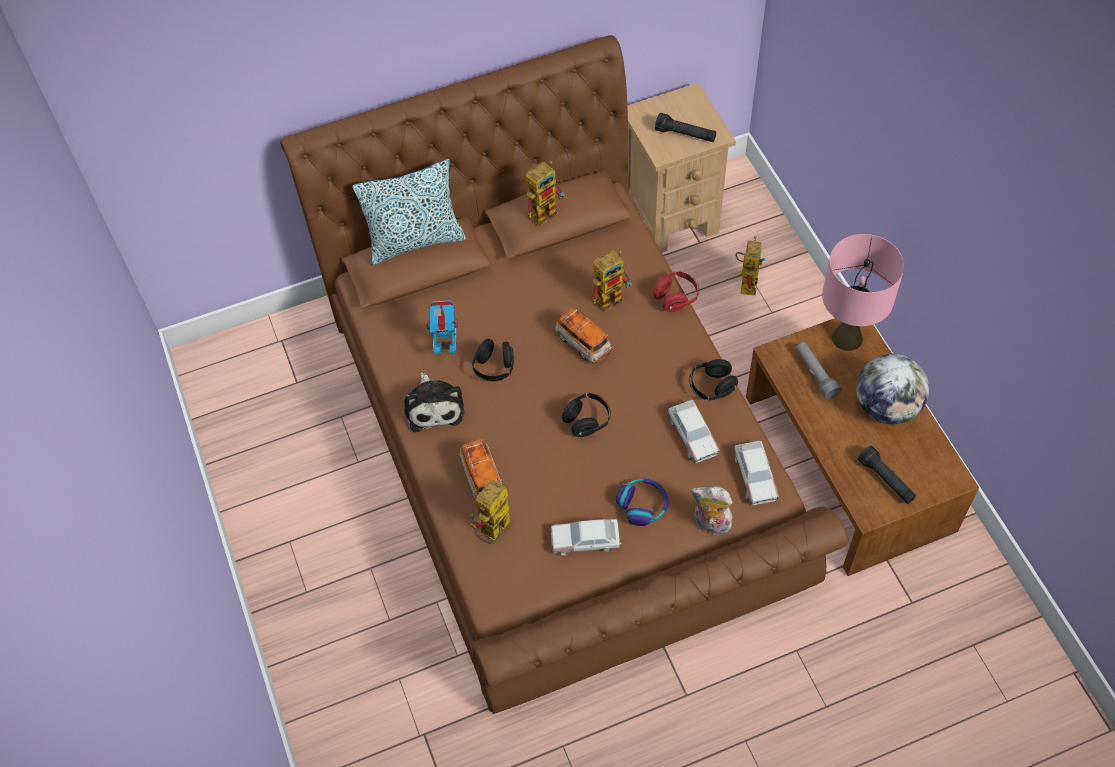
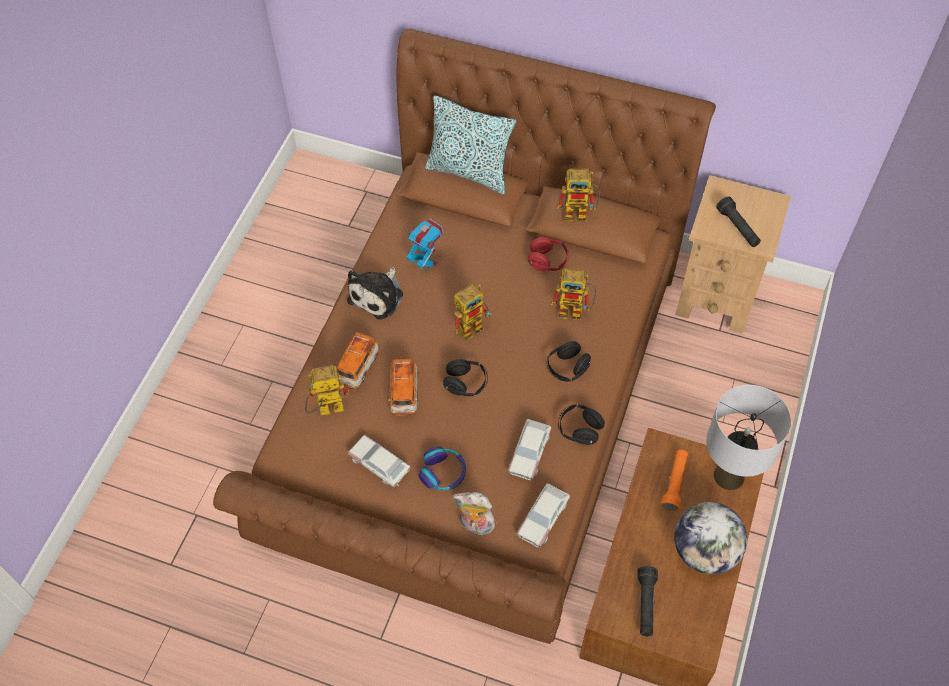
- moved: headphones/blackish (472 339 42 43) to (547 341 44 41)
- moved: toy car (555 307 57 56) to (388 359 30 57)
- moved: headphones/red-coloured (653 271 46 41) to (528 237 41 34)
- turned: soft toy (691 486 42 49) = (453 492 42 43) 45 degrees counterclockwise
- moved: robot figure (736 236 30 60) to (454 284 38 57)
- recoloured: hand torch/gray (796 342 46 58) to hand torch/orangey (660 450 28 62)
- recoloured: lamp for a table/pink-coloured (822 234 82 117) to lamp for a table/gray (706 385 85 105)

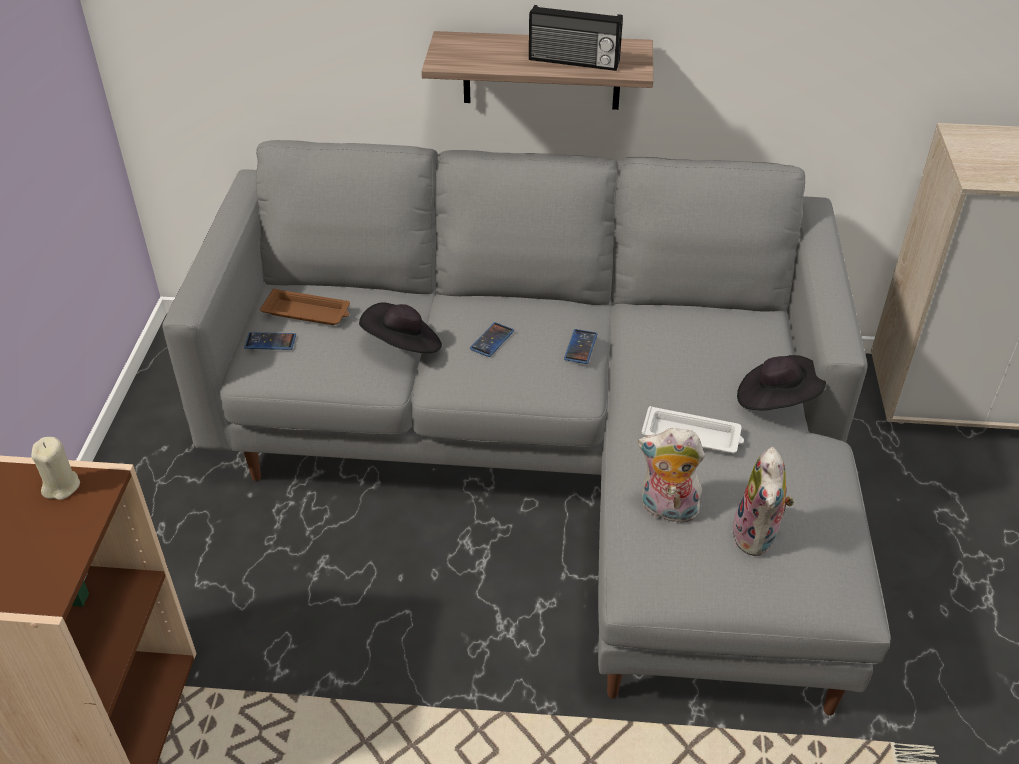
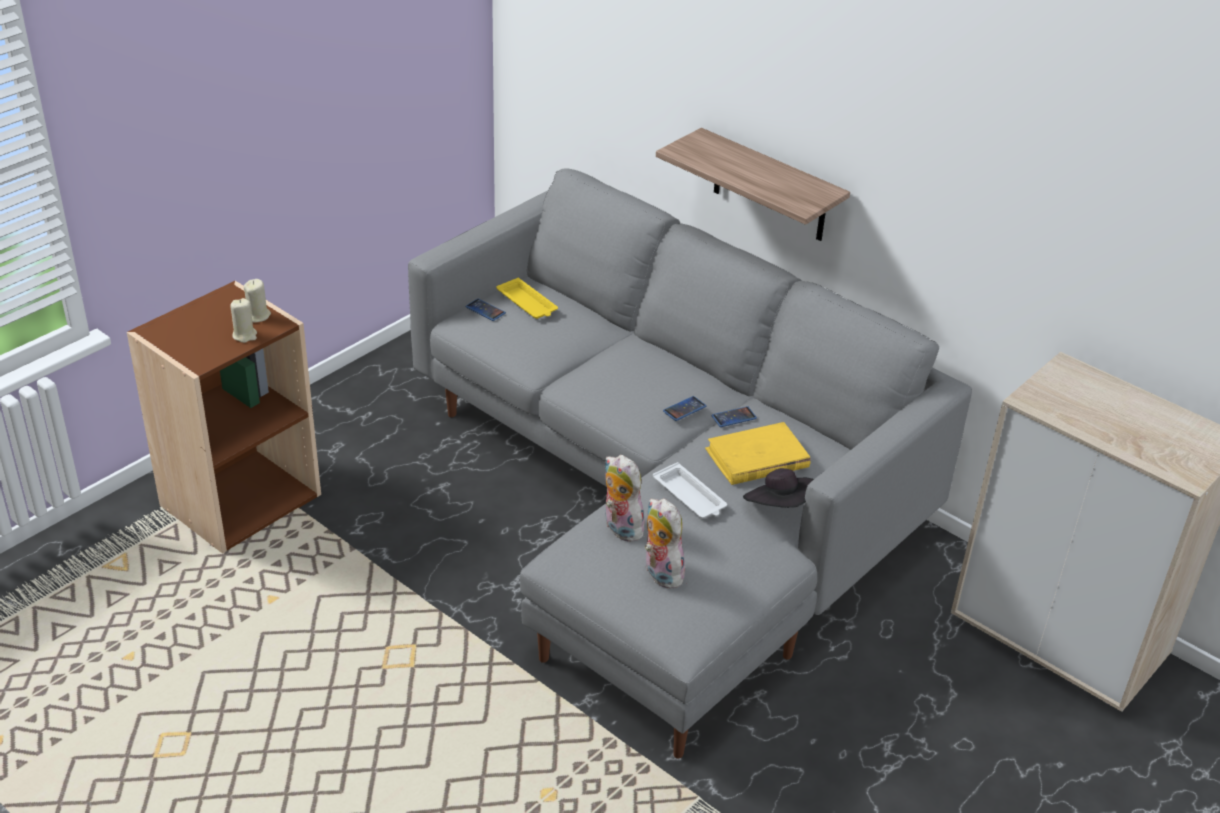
- recoloured: tray/brownish (260 288 90 37) to tray/yellow (496 278 62 41)
- removed: hat/blackish (359 302 83 51)
- moved: telephone (470 322 44 35) to (711 406 46 21)
- removed: radio (529 5 94 66)
- turned: soft toy (731 447 63 109) = (645 498 40 90) 105 degrees clockwise
- added: wax candle/beige (230 298 27 45)
- added: bound book/yellow (705 422 106 63)

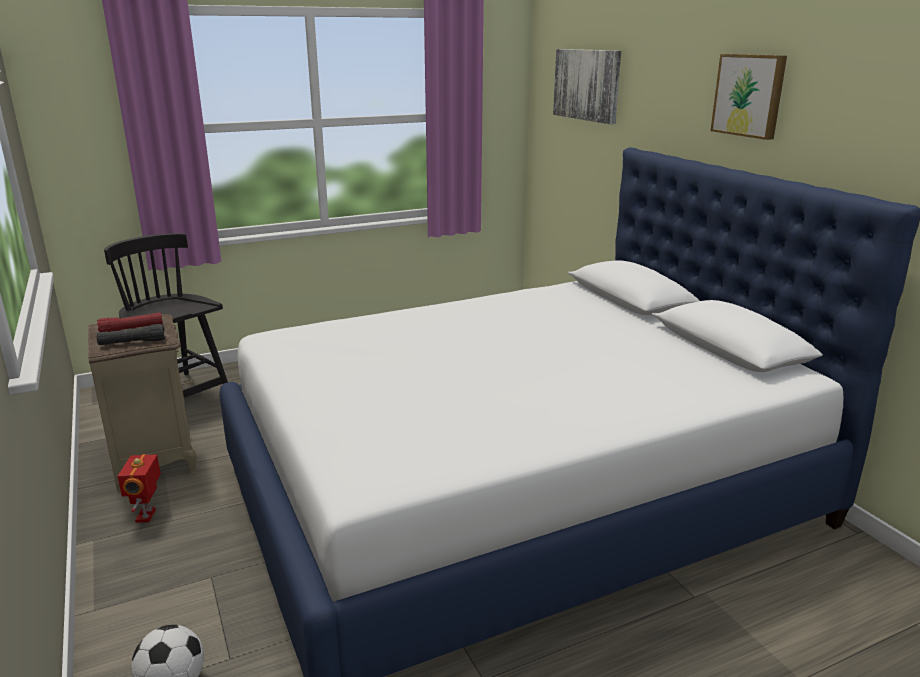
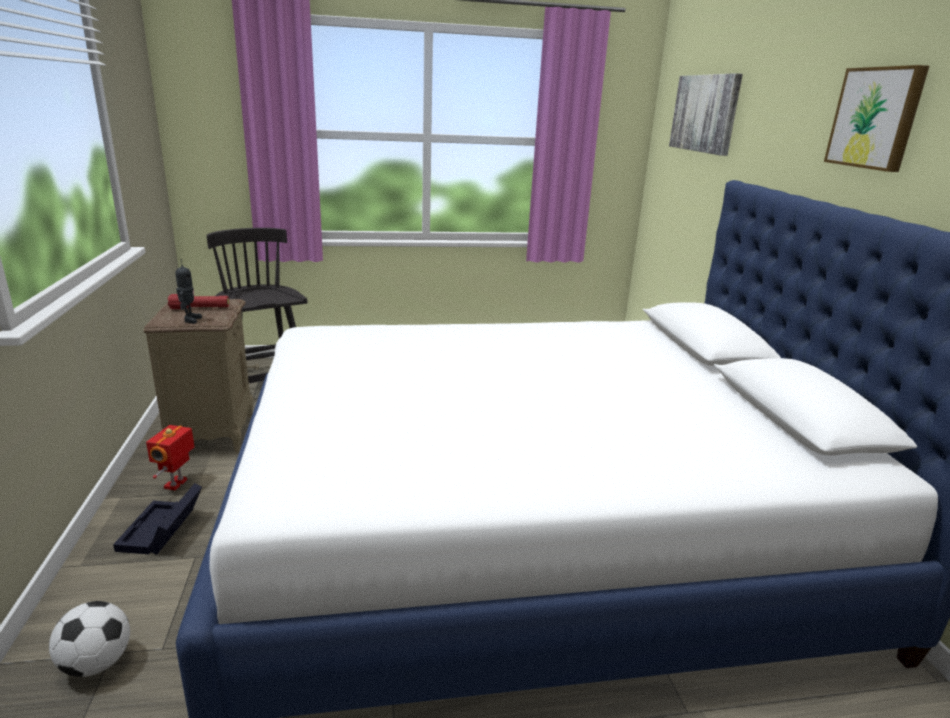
- replaced: hand torch/blackish (96 324 69 21) to robot figure (176 259 26 65)
- added: storage box/blackish (113 483 89 72)

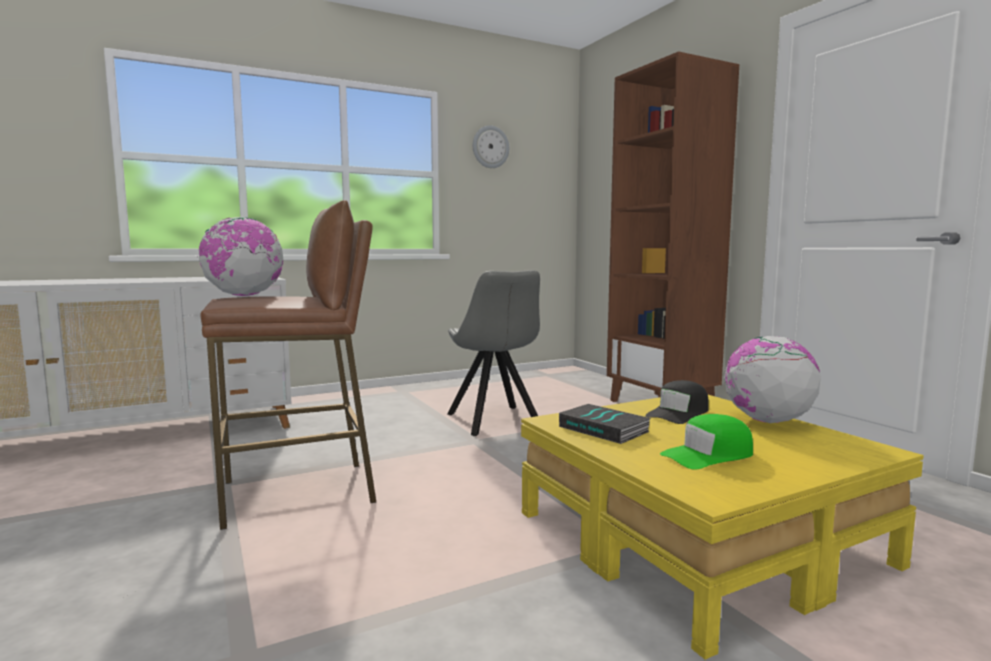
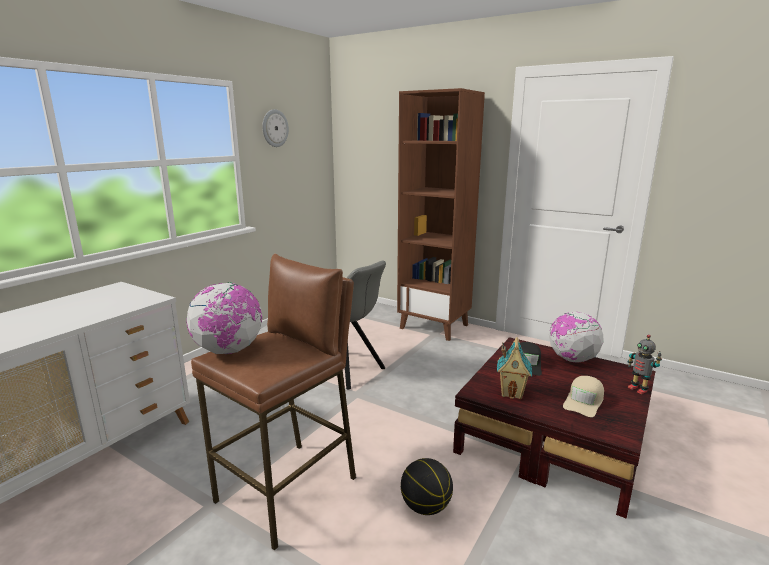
- recoloured: coffee table/yellow (521 395 403 265) to coffee table/brownish (453 337 203 182)
- replaced: bound book (559 404 92 40) to miniature house (497 337 35 62)
- recoloured: cap/greenish (660 414 93 56) to cap/beige (563 376 41 41)
- added: basketball ball (401 458 52 57)
- added: robot figure (627 335 35 60)

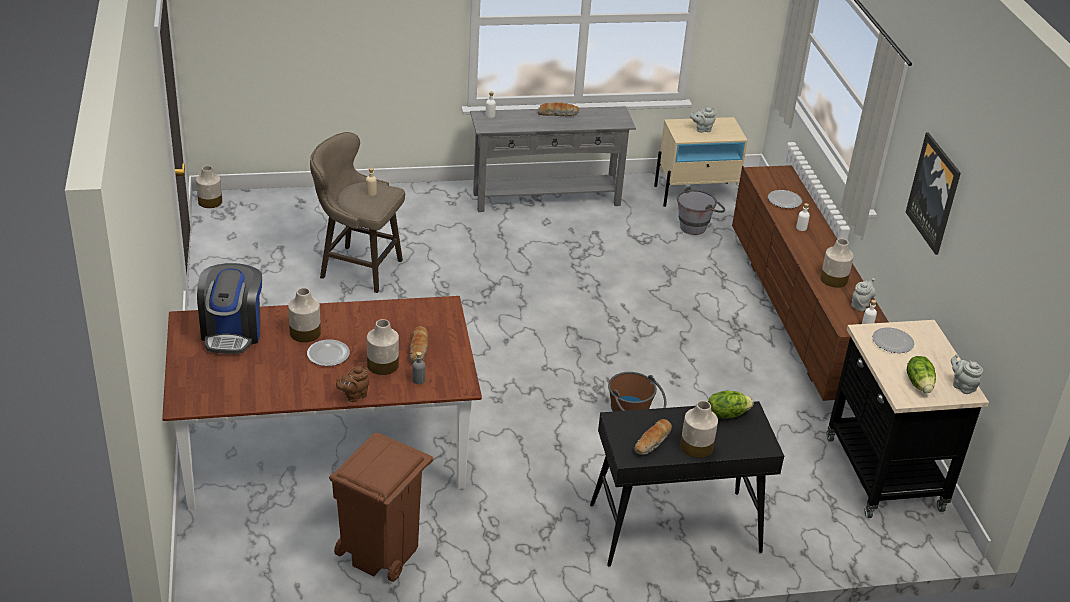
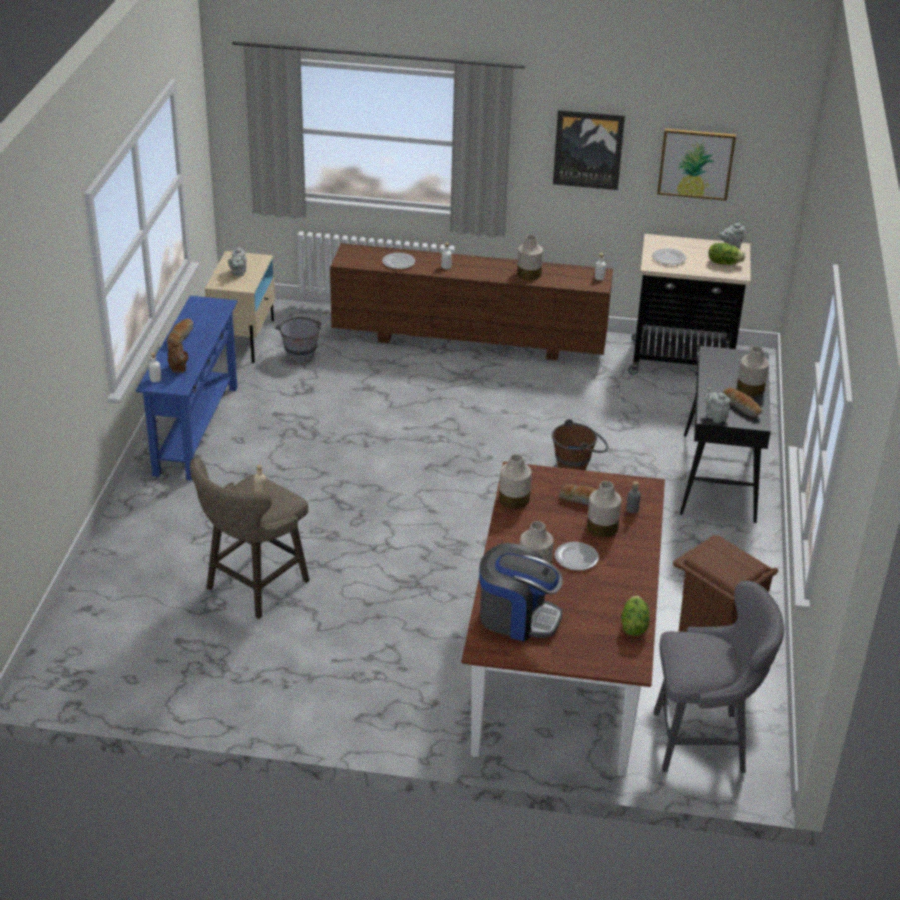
- moved: flower vase/beige (196 166 26 42) to (499 454 33 55)
- moved: teapot/brownish (336 365 33 37) to (168 340 20 33)
- recoloured: narrow table/gray (470 106 166 106) to narrow table/bluish (136 296 102 184)
- moved: lettuce (708 391 45 27) to (622 596 27 40)
- moved: teapot/gray (851 278 25 33) to (704 388 26 35)
- added: sitting stool/gray (654 581 130 192)
- added: wall art (657 129 79 72)

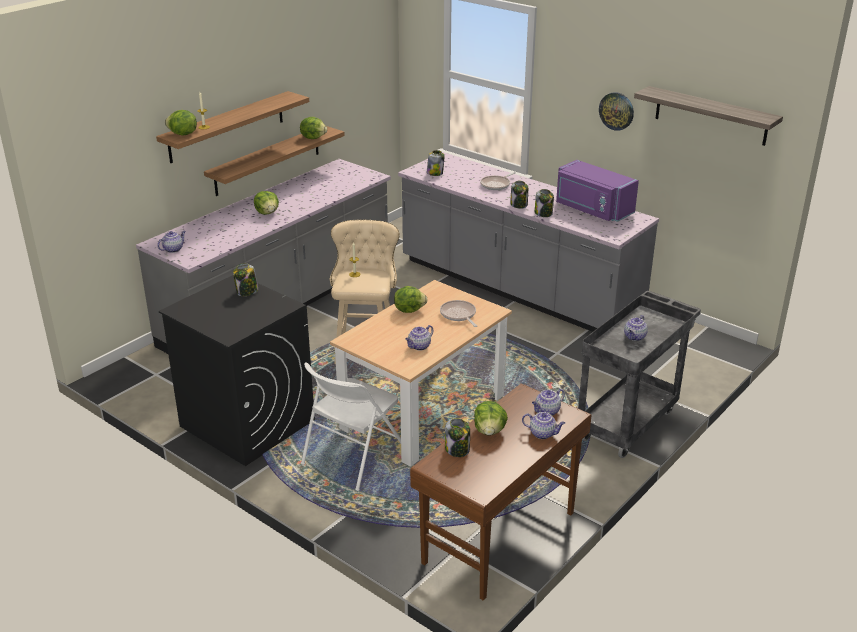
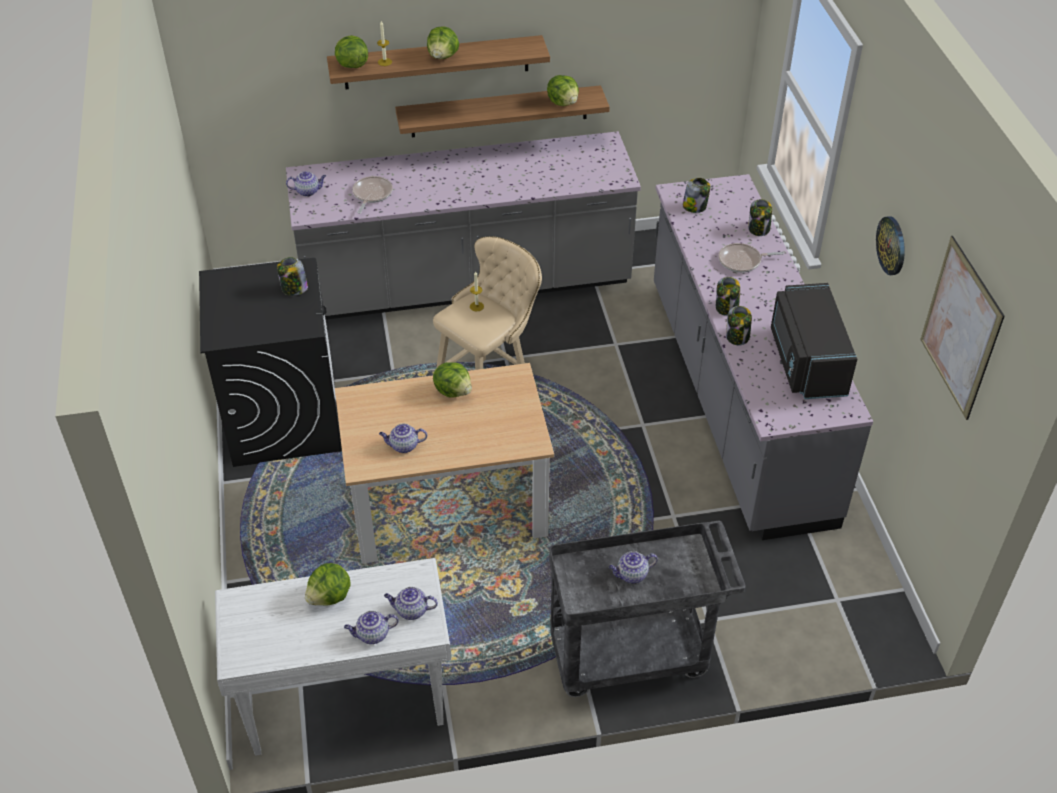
- moved: lettuce (254 191 25 24) to (427 26 32 33)
- removed: upright chair/whitish (301 362 100 129)
- recoloured: narrow table/brownish (410 383 182 218) to narrow table/whitish (215 558 236 198)
- moved: skillet (440 300 37 27) to (352 176 41 38)
- moved: preserve jar (445 418 25 39) to (748 199 24 37)
- turned: teapot (522 412 43 27) = (344 611 55 33) 105 degrees clockwise
- recoloured: microwave oven/purplish (556 160 83 62) to microwave oven/blackish (771 283 86 116)
- replaced: shelf (634 86 149 60) to wall art (920 236 85 184)

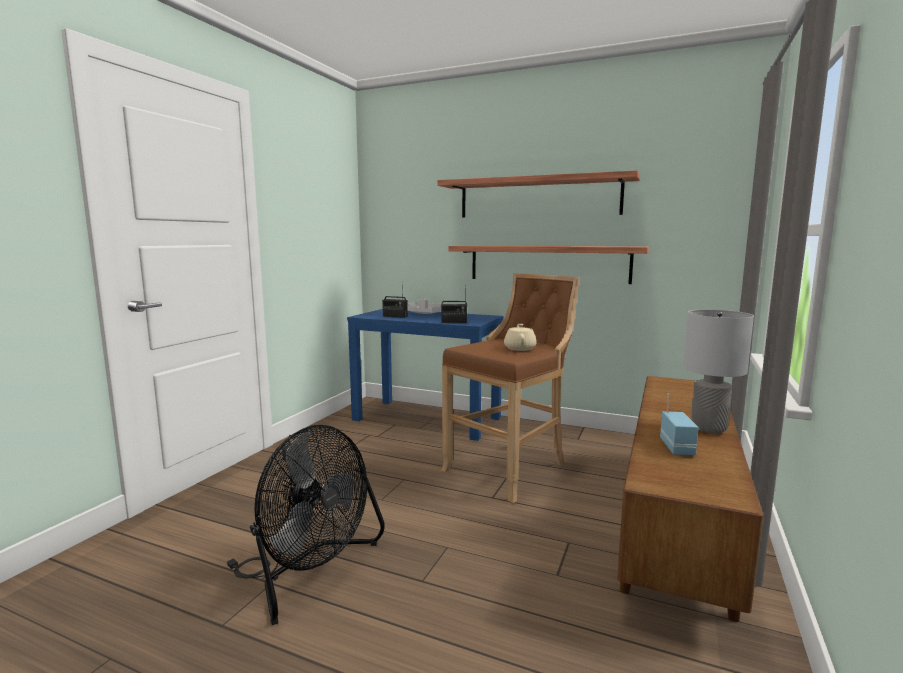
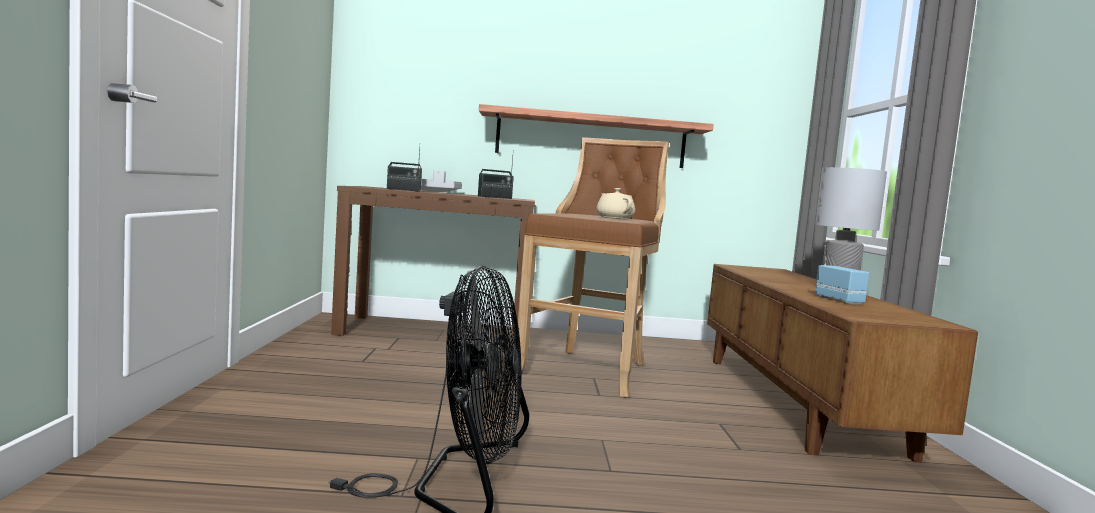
- recoloured: narrow table/bluish (347 309 156 132) to narrow table/brownish (331 186 204 159)
- removed: shelf (437 170 203 47)

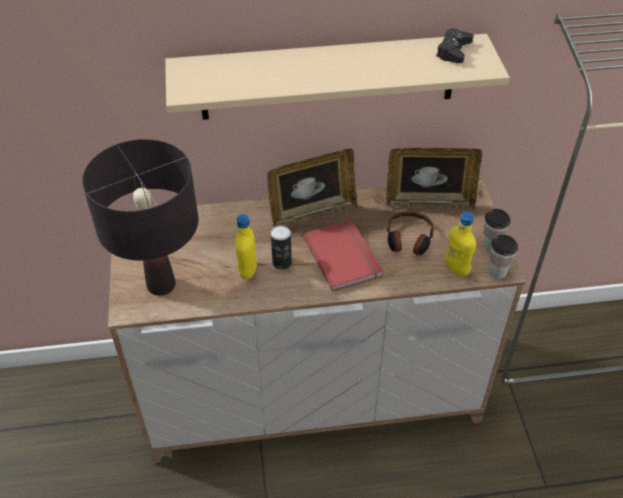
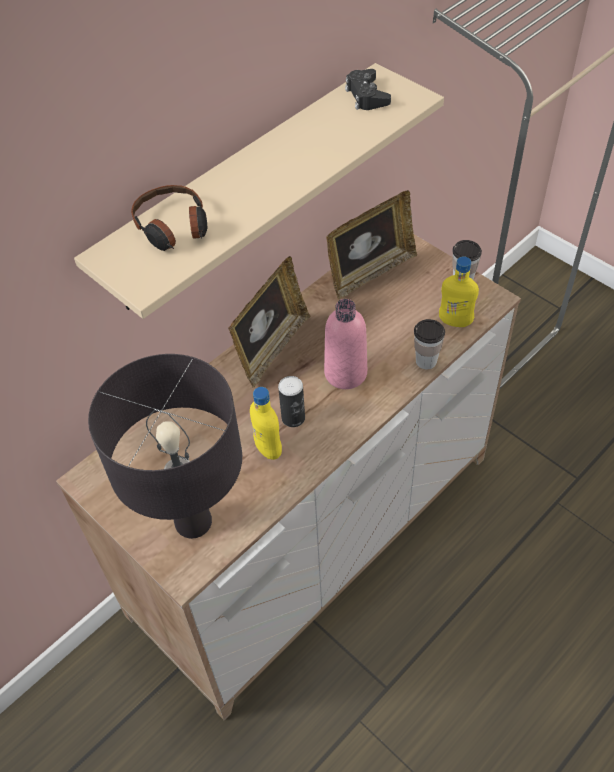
- replaced: bound book/red-coloured (303 219 80 72) to bottle/pink-coloured (324 299 43 90)
- moved: headphones (387 211 47 45) to (131 185 77 66)
- moved: drinking cup (489 235 29 44) to (414 319 31 51)

